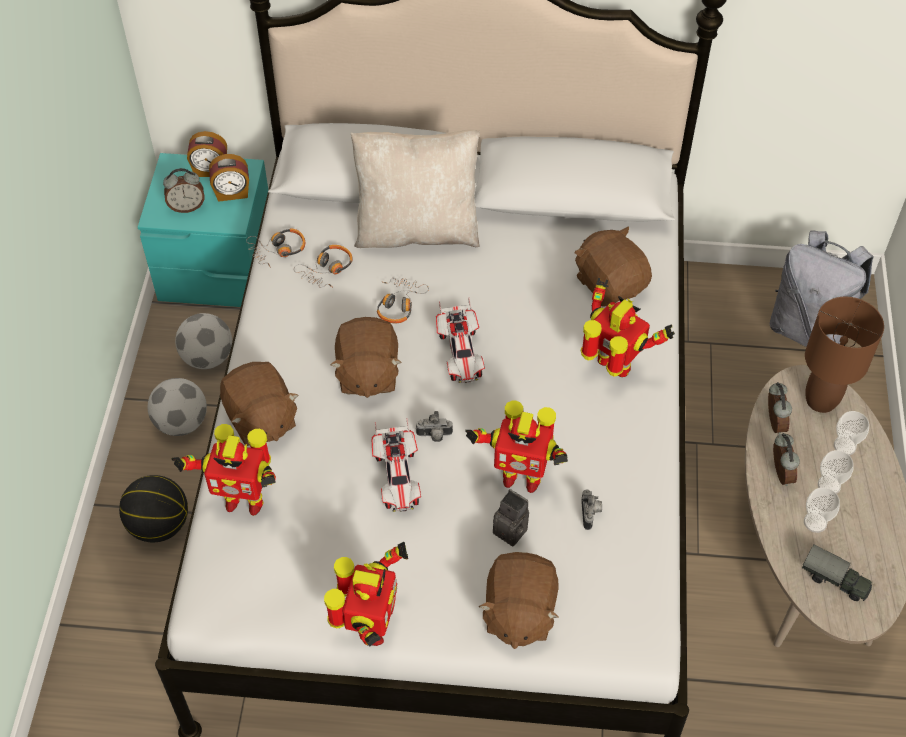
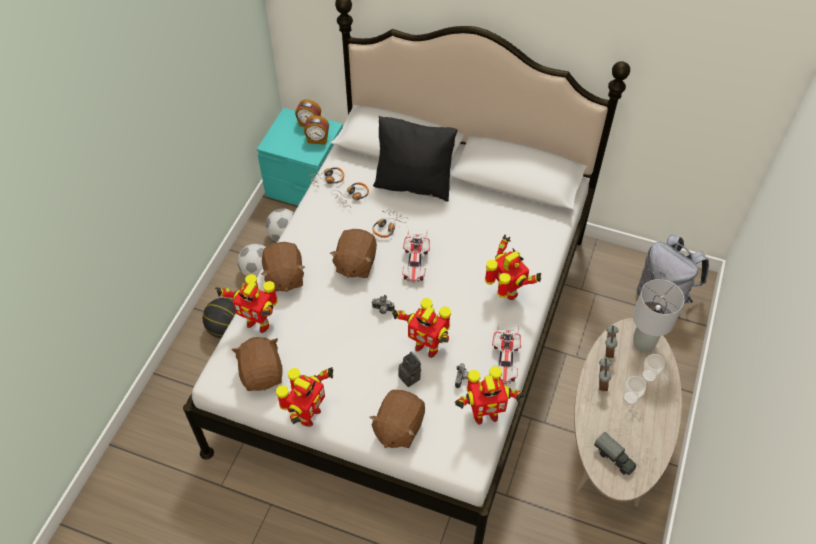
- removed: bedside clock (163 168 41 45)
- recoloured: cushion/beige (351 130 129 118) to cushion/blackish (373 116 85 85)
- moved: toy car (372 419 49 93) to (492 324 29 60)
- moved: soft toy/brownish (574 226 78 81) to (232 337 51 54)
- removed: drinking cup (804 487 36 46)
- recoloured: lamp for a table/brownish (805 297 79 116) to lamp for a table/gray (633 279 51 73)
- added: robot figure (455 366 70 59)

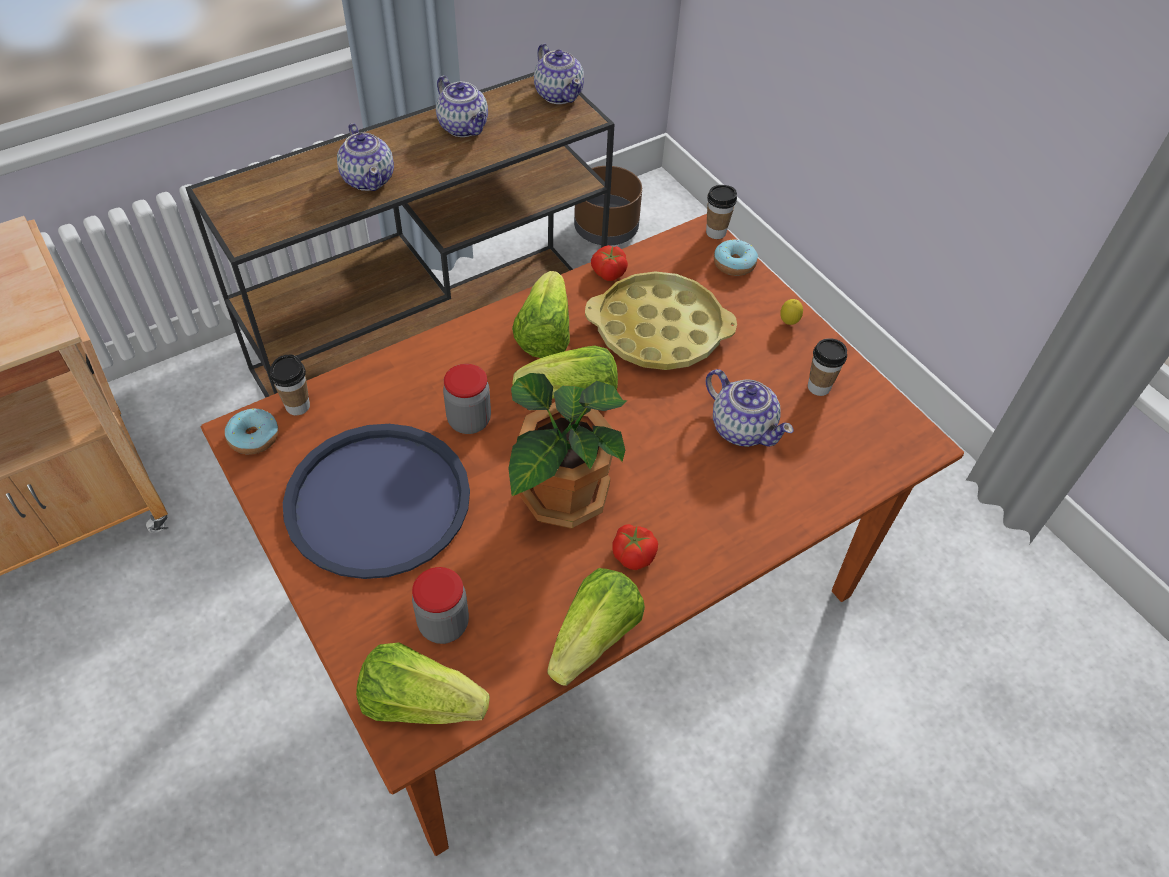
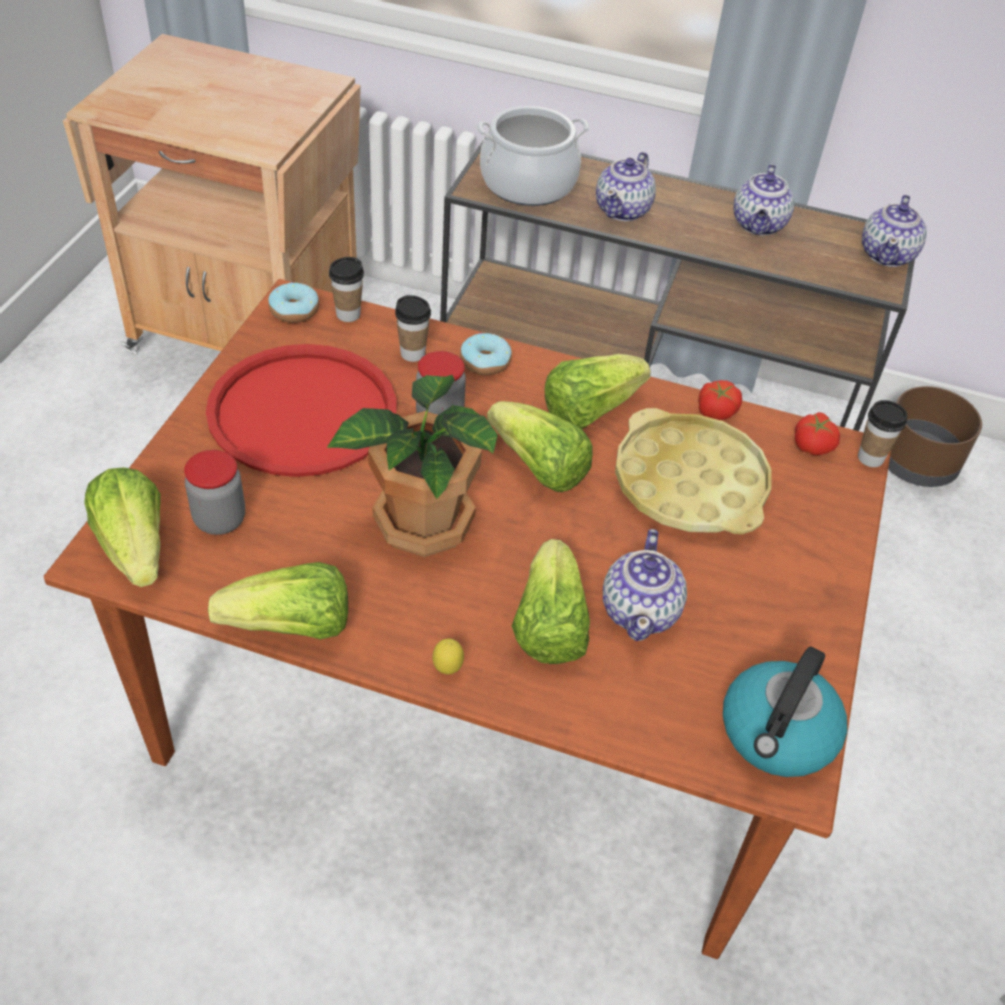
- recoloured: tray/bluish (283 424 187 155) to tray/red-coloured (206 344 190 133)
- moved: whole tomato (612 524 46 46) to (795 412 45 43)
- moved: donut (714 239 44 37) to (460 333 52 42)
- moved: whole lemon (780 299 23 26) to (432 638 32 36)
- moved: drinking cup (808 338 39 58) to (395 295 36 67)
- added: stockpot (477 106 112 100)
- added: lettuce (512 539 78 125)
- added: tea kettle (723 646 124 131)

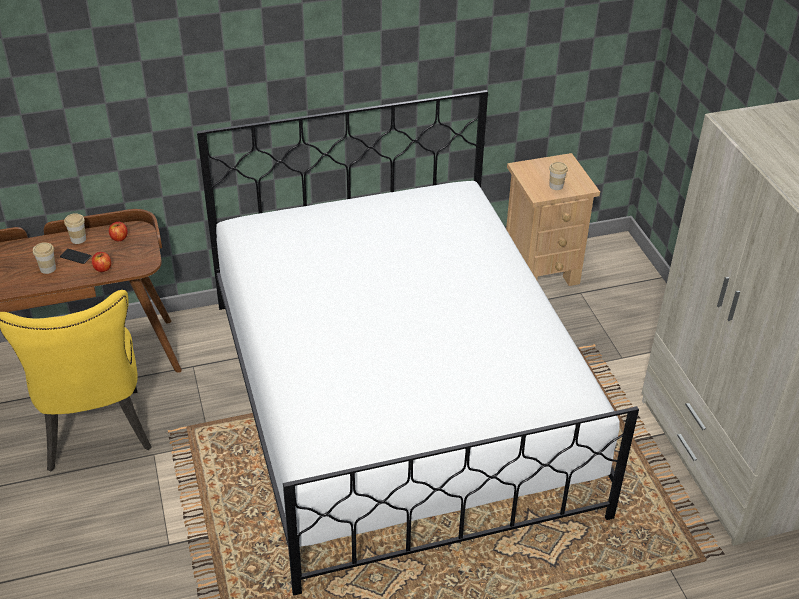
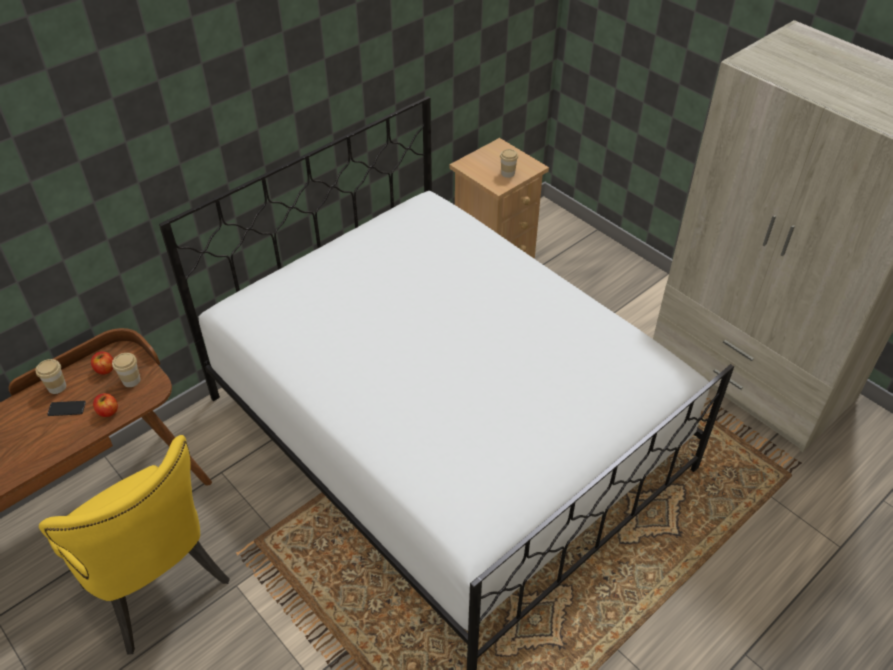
- moved: drinking cup (33 242 23 32) to (112 353 29 34)

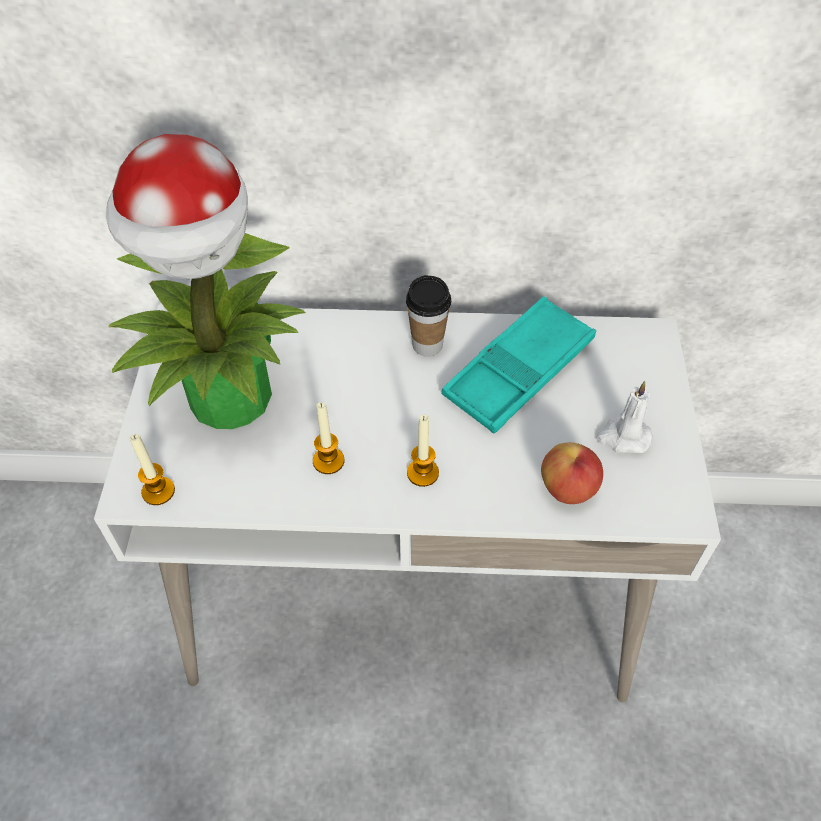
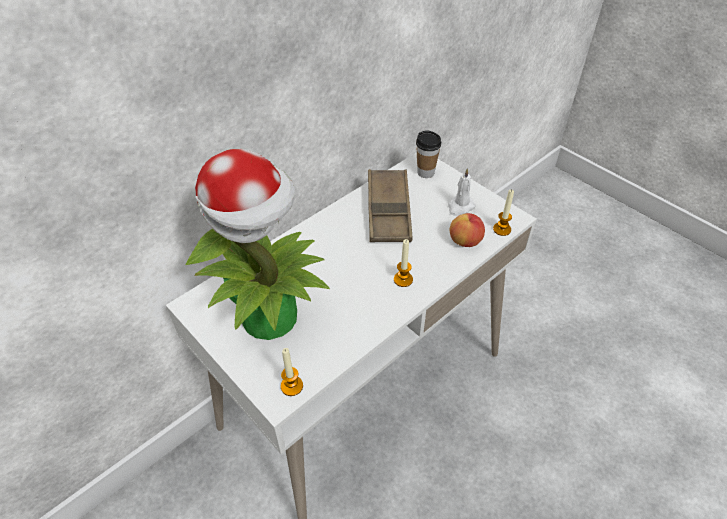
- moved: wax candle (313 402 31 72) to (493 190 21 46)
- moved: drinking cup (406 275 45 81) to (416 131 26 47)
- recoloured: tray/turquoise (442 296 154 137) to tray/brownish (368 169 44 73)

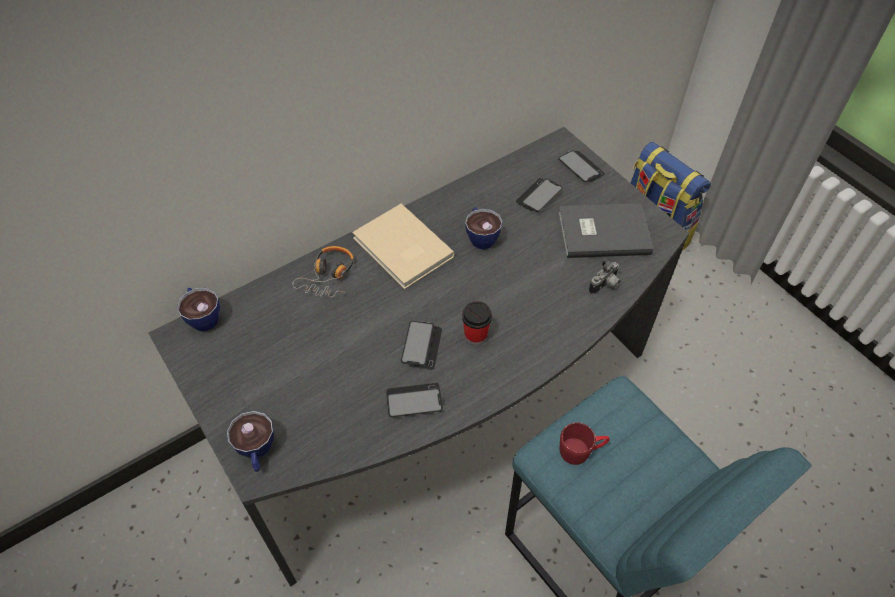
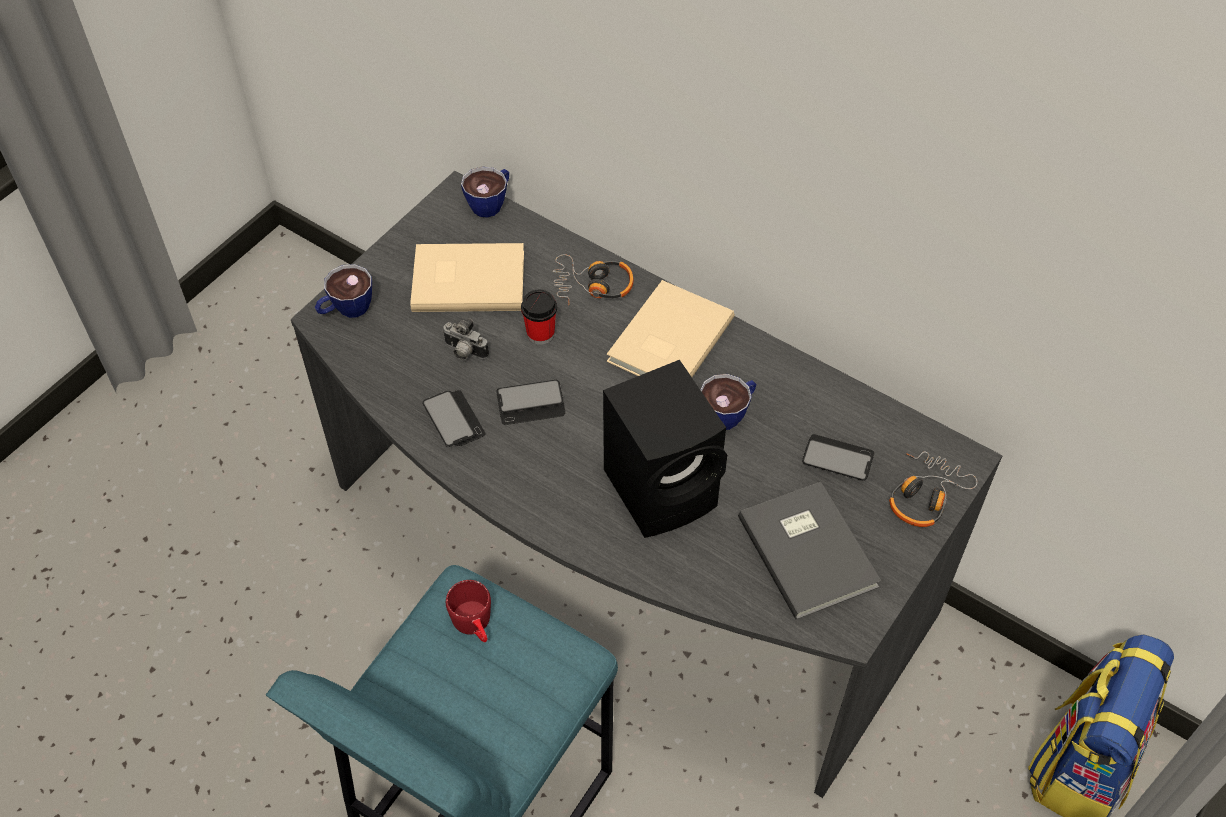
- moved: drinking cup (462 301 30 44) to (521 290 36 55)
- replaced: telephone (558 150 47 32) to headphones (889 452 88 75)
- moved: still camera (589 259 32 35) to (442 318 47 42)
- added: bound book/beige (410 243 114 69)
- added: audio speaker/blackish (603 360 124 178)

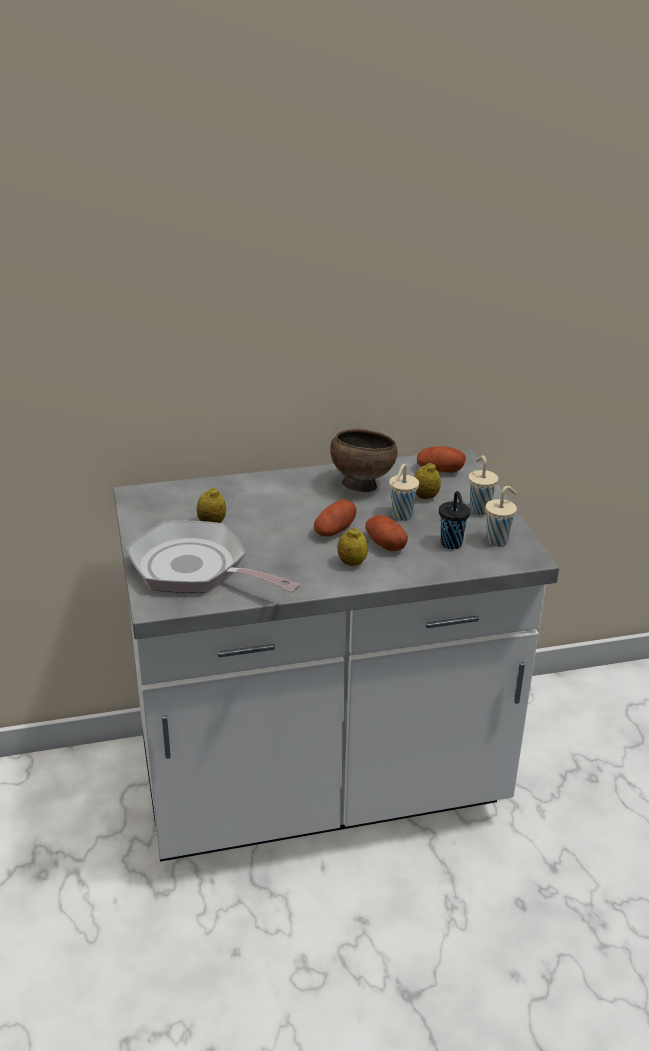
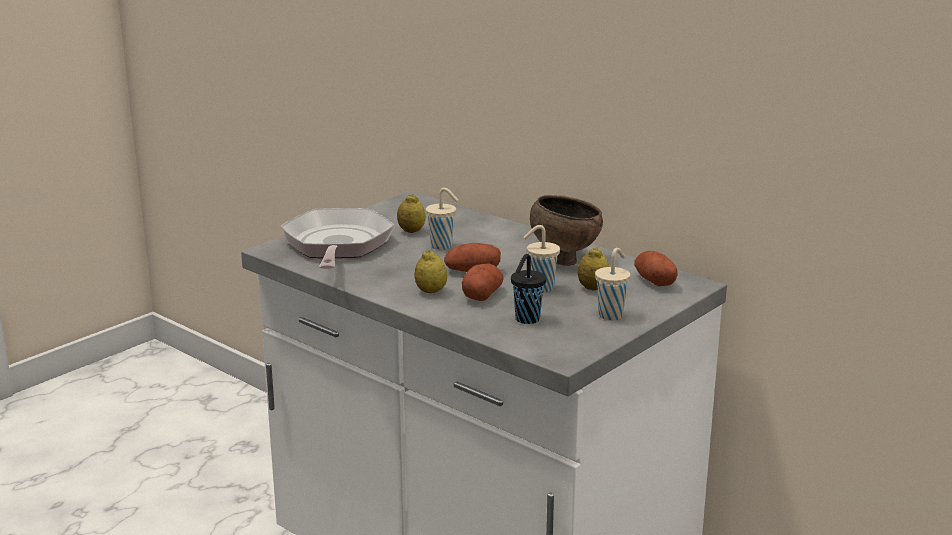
- moved: drinking cup/beige (485 486 32 61) to (426 188 32 62)

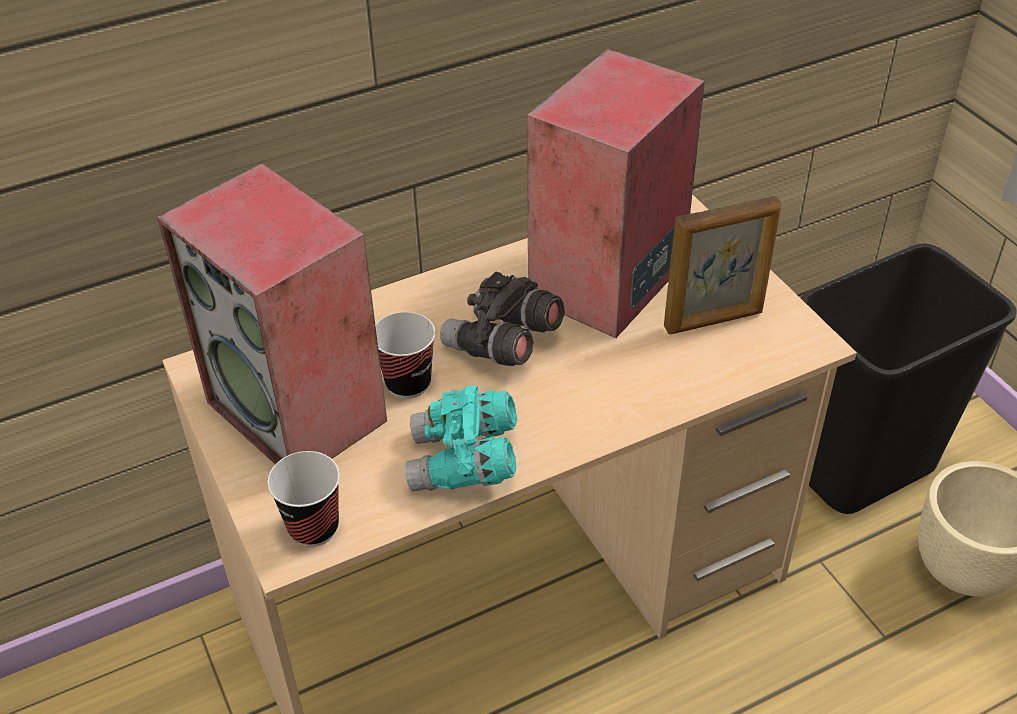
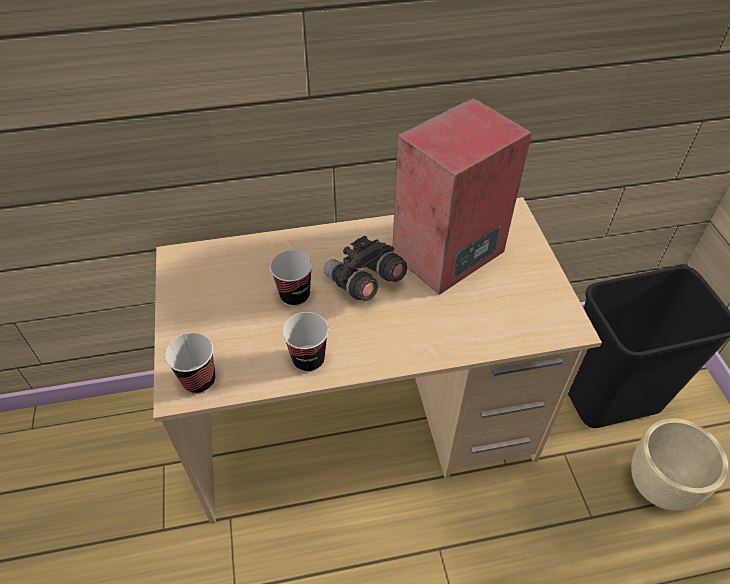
- removed: audio speaker (157 163 230 301)
- replaced: pair of binoculars/turquoise (405 386 112 106) to drinking cup (282 312 47 60)
- removed: picture frame (664 196 118 138)

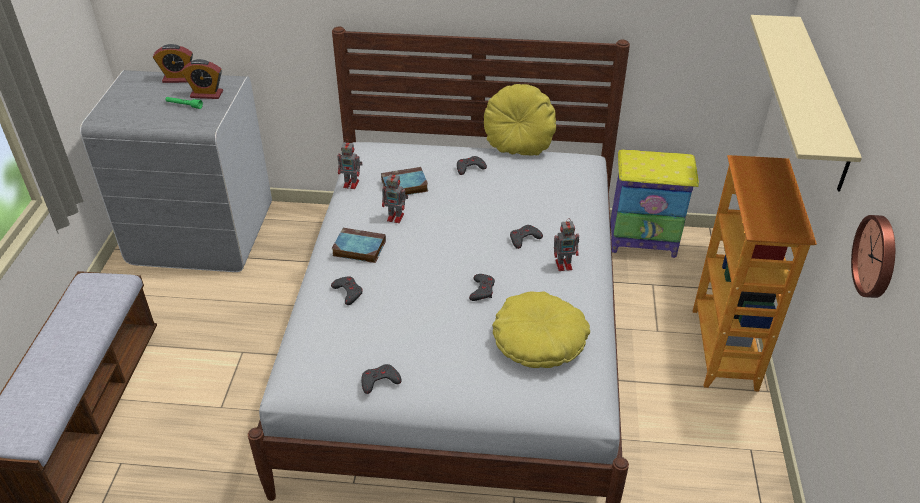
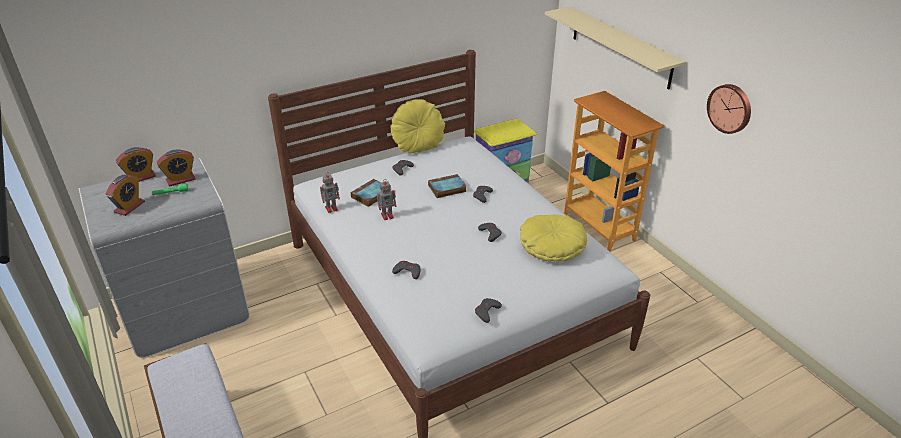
- moved: bound book (332 228 54 35) to (428 174 38 24)
- removed: robot figure (554 218 25 53)
- added: bedside clock (106 175 39 41)

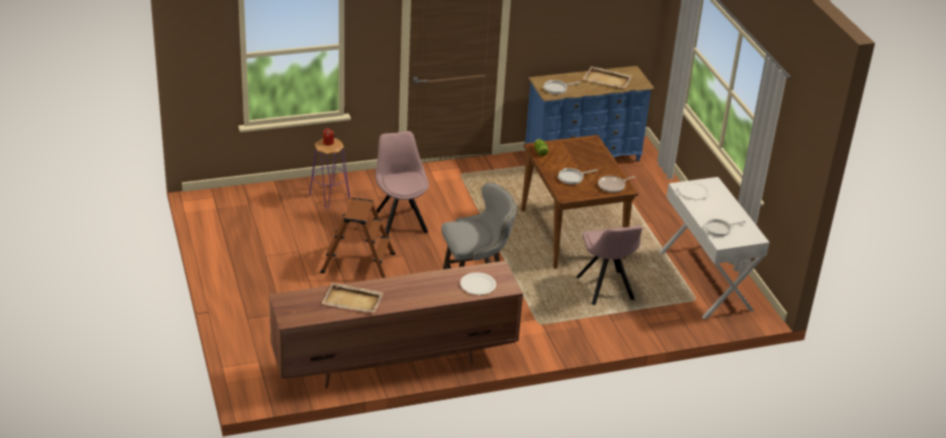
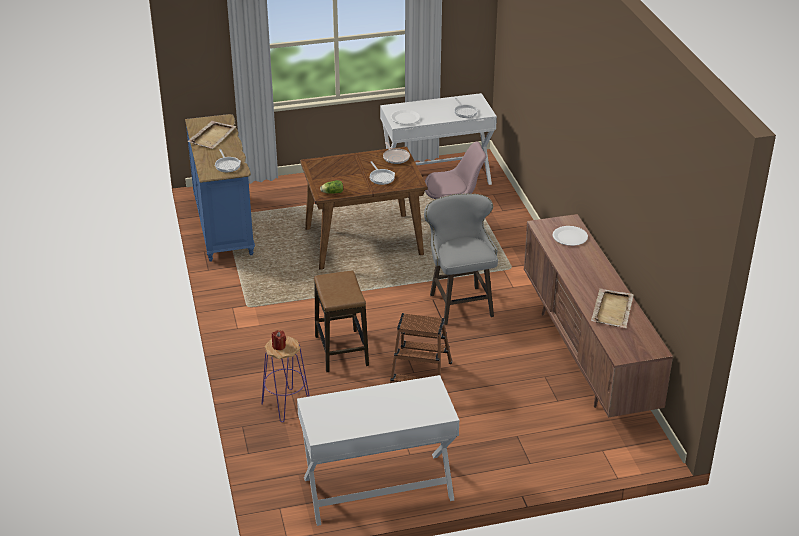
- replaced: upright chair/pink-coloured (375 131 54 105) to sitting stool (314 270 55 102)
- added: narrow table/whitish (297 375 163 151)

